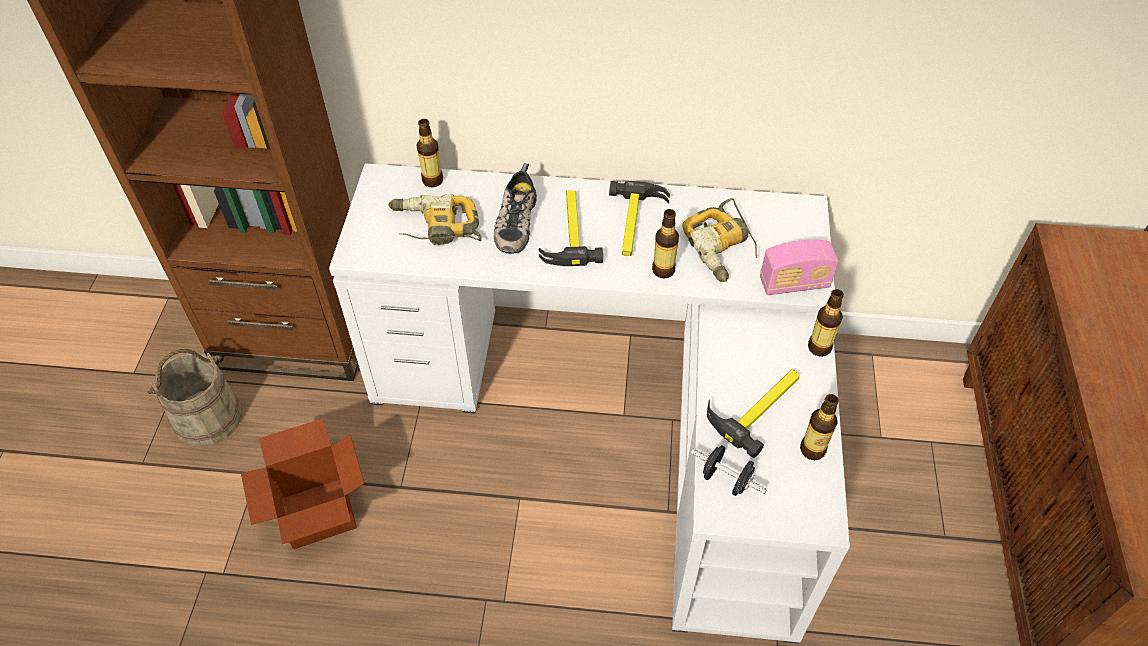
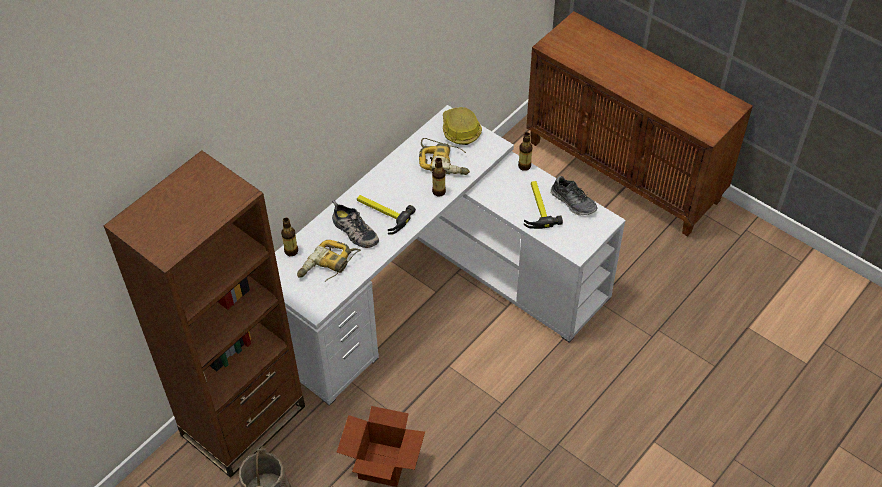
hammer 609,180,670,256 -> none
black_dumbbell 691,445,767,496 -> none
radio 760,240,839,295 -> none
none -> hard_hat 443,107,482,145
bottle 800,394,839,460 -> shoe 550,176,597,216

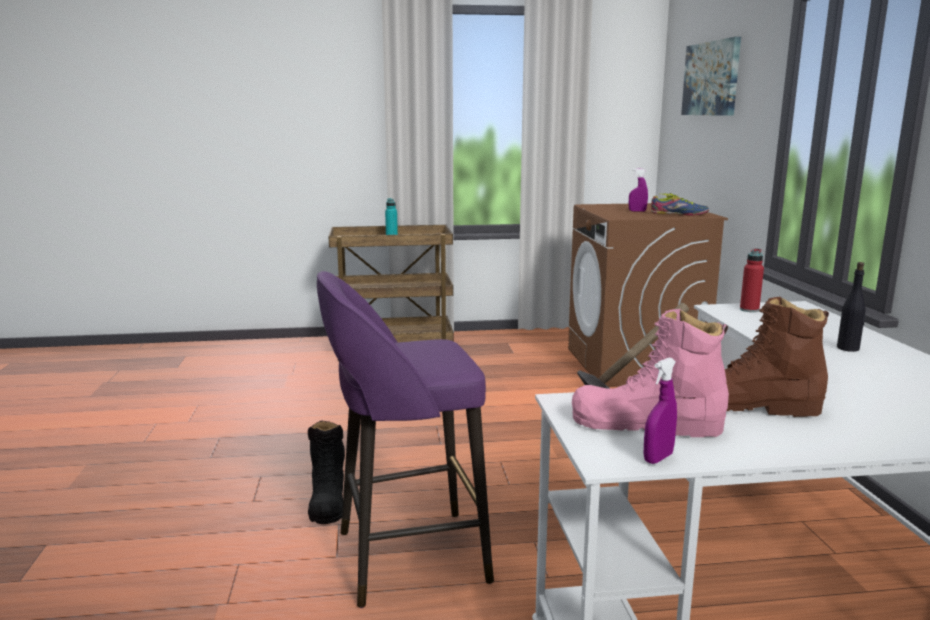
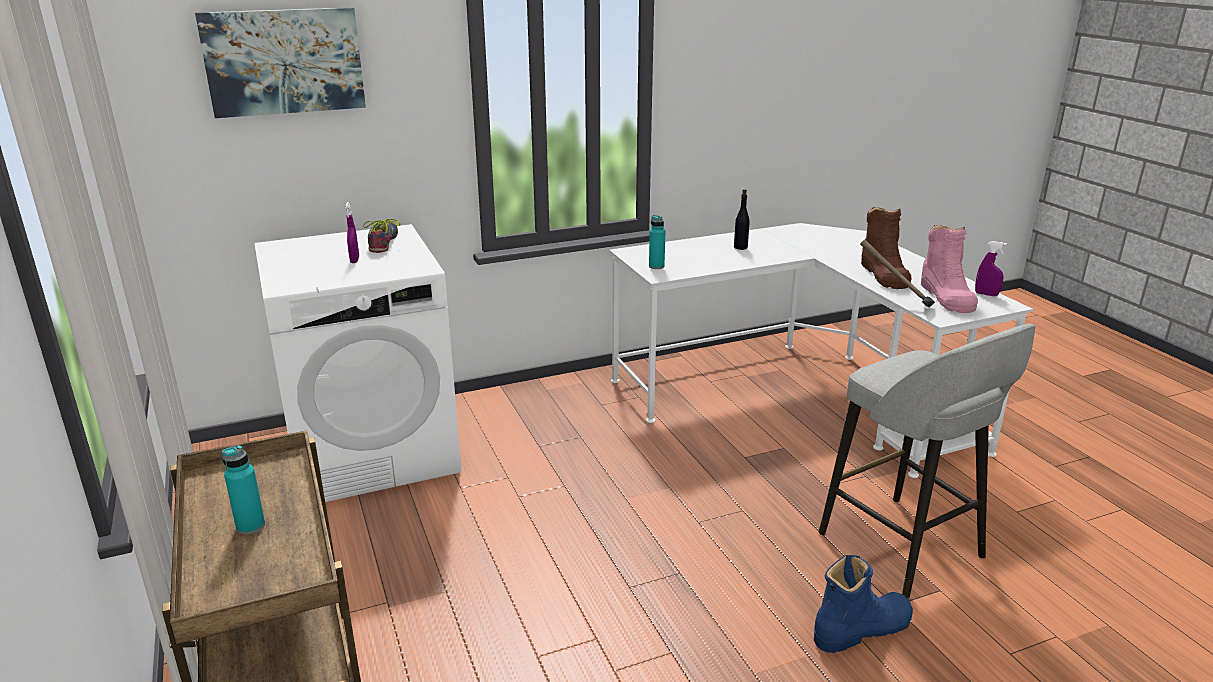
black_boot 308,421,345,524 -> blue_boot 814,555,913,653
purple_stool 317,271,494,608 -> grey_stool 819,324,1036,598
brown_washing_machine 568,203,728,387 -> white_washing_machine 254,224,462,502
red_bottle 740,248,764,312 -> turquoise_bottle 649,215,666,269

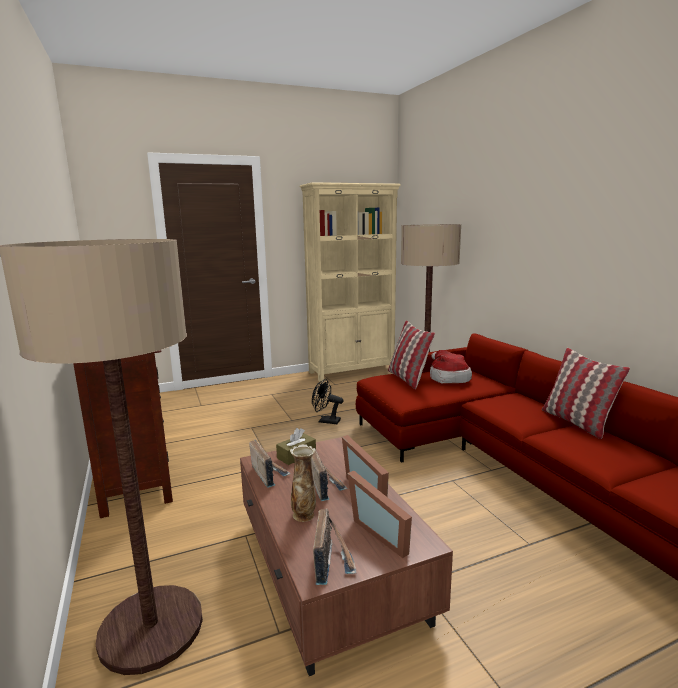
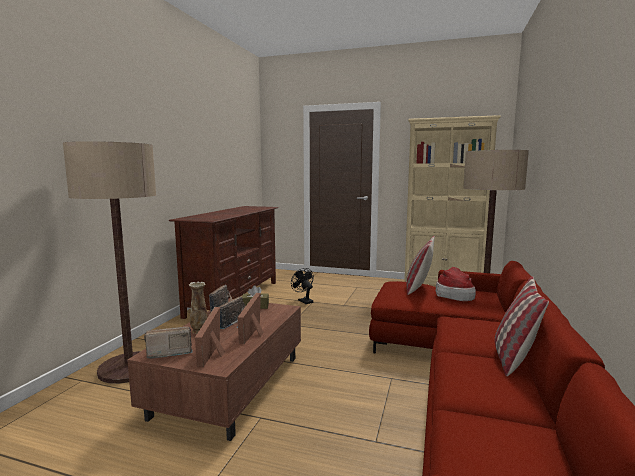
black_fan 312,379,343,424 -> black_fan 291,268,314,304, relocated
radio 313,508,356,585 -> radio 144,327,193,358, 150 degrees counterclockwise

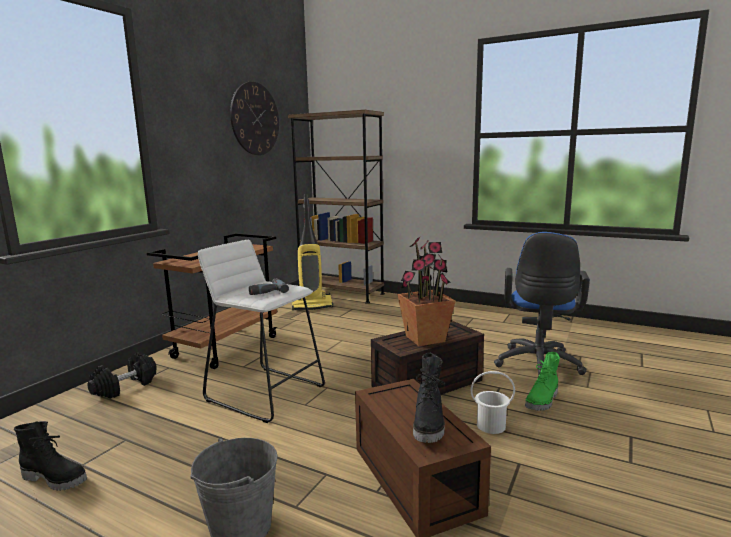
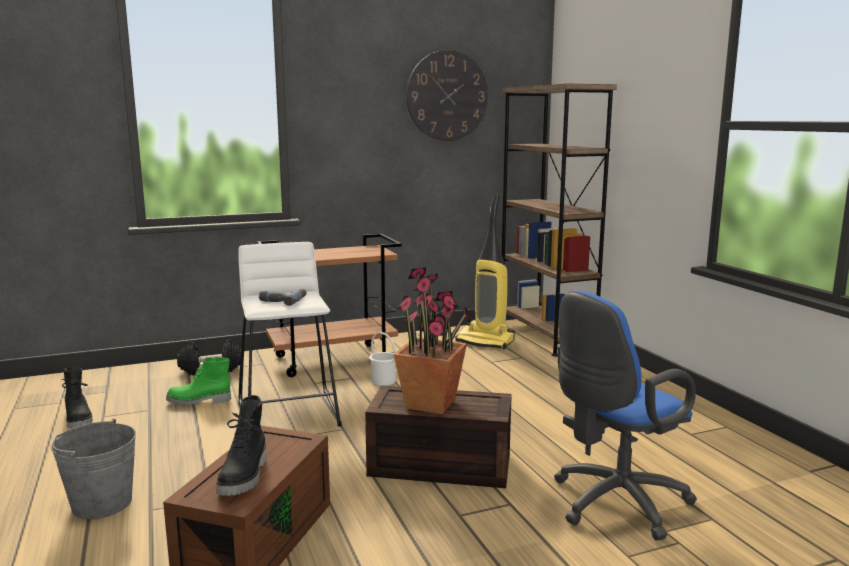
white_bucket 471,371,515,434 -> white_bucket 369,332,396,386, relocated
green_boot 525,352,560,411 -> green_boot 166,357,231,406, relocated
black_boot 413,353,445,443 -> black_boot 216,395,266,496, 45 degrees counterclockwise

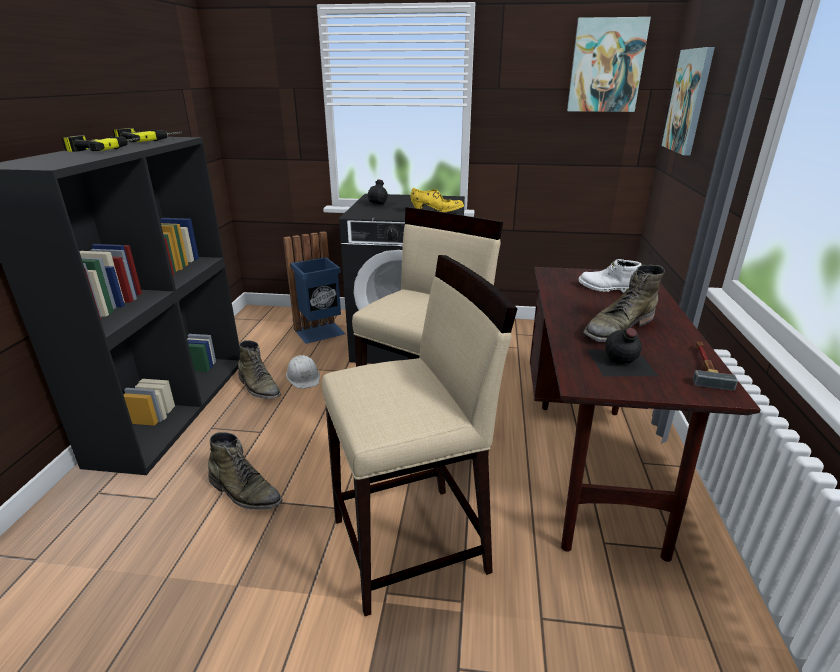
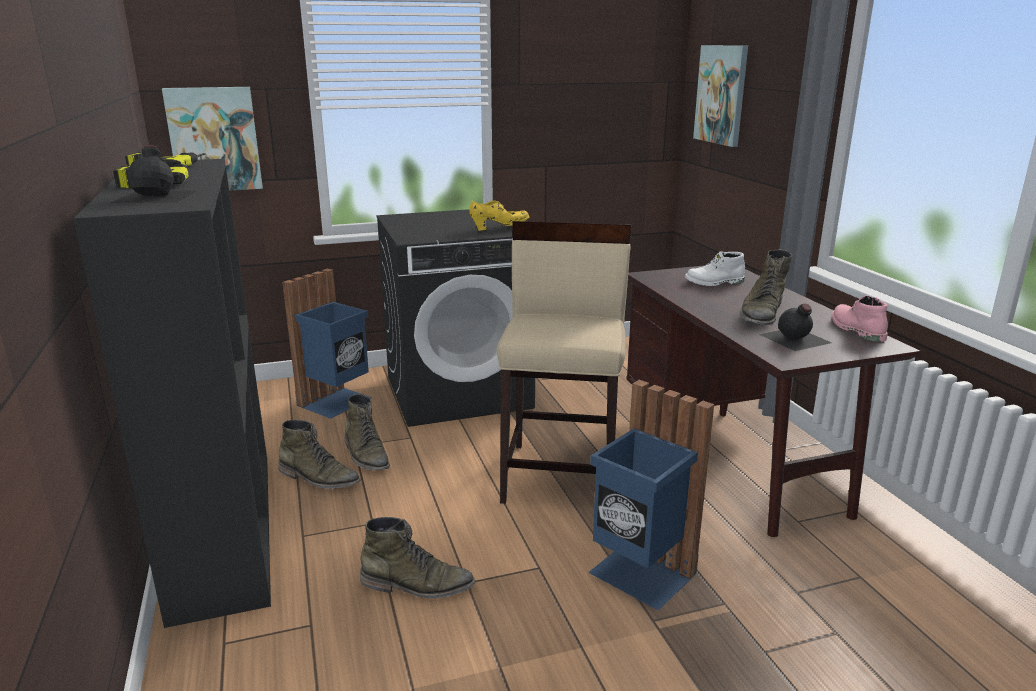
black_bottle 358,180,397,209 -> black_bottle 111,145,198,203, relocated
picture 567,17,651,112 -> picture 162,87,263,190, relocated
white_hard_hat 286,355,320,389 -> green_boot 344,394,390,470
beige_stool 322,255,517,616 -> blue_trash_can 588,380,714,610
hammer 693,342,738,391 -> pink_boot 832,295,888,342

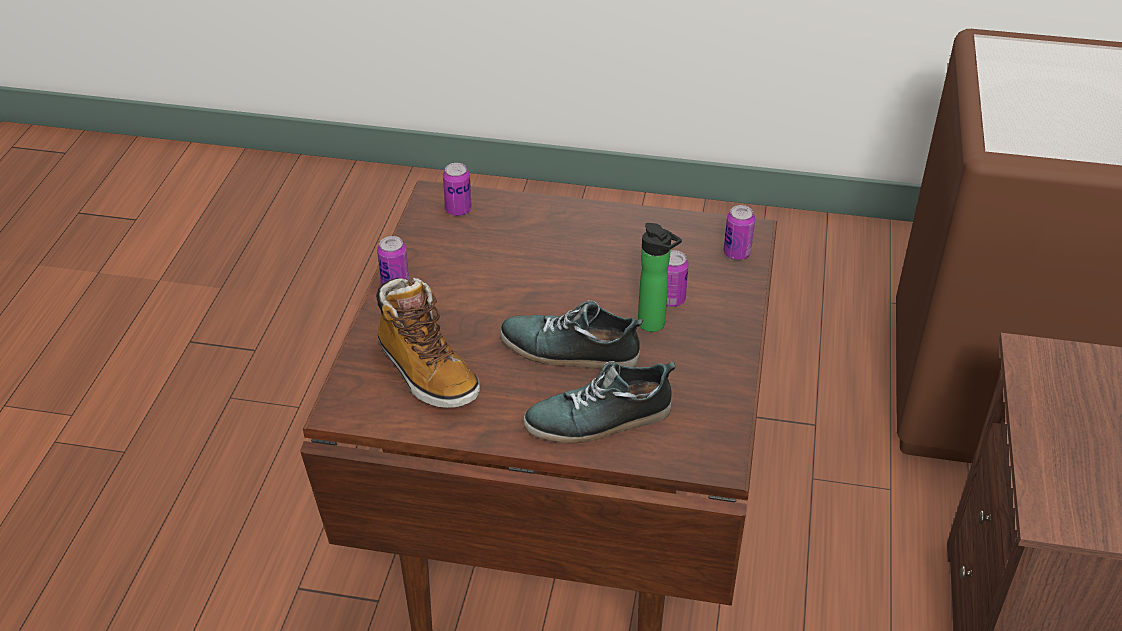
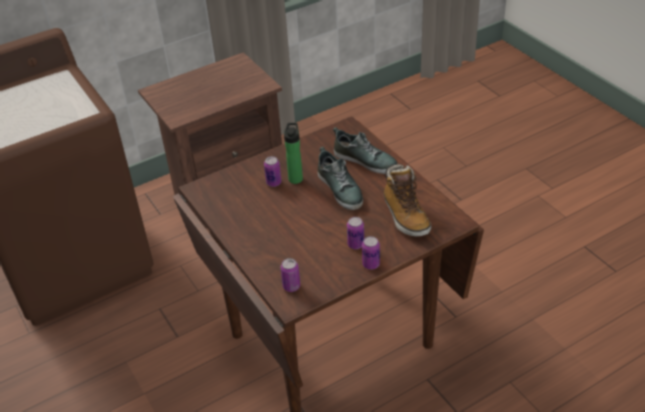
can 723,205,755,260 -> can 347,217,364,249, relocated
boot 376,277,480,408 -> boot 384,164,431,236, 150 degrees clockwise

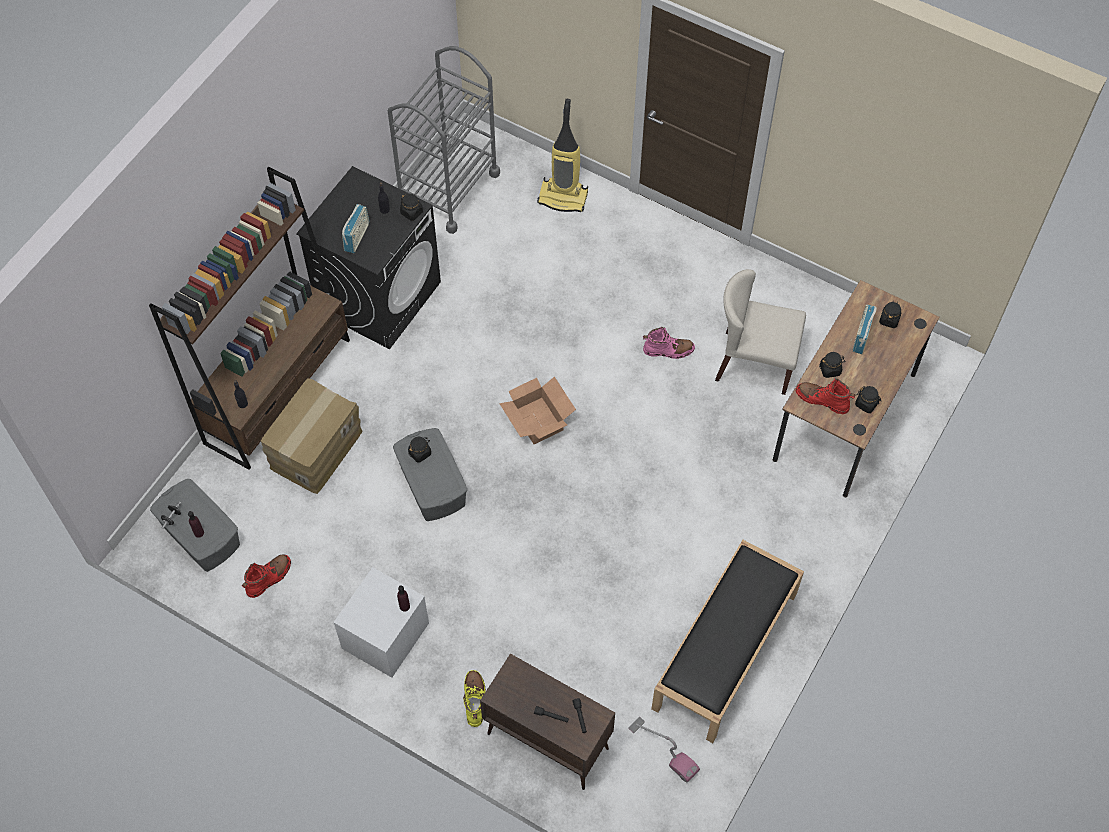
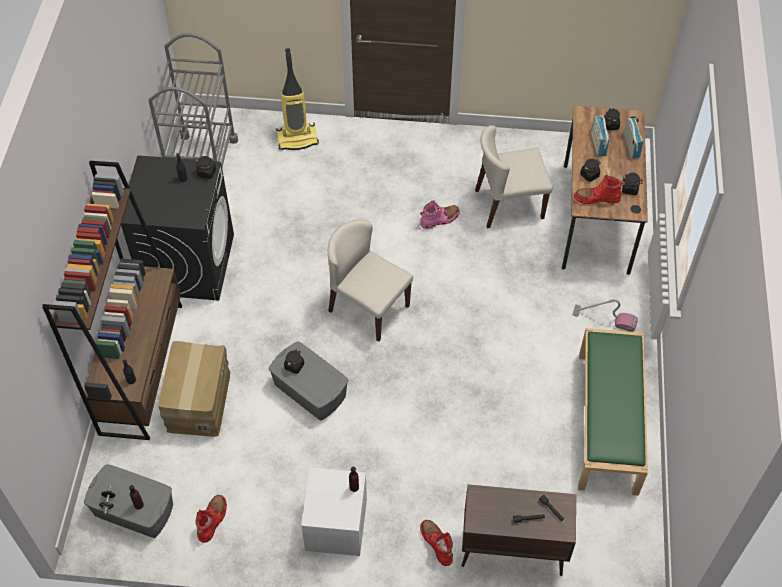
radio 342,204,369,254 -> radio 624,118,644,159, relocated
vacuum_cleaner 628,717,700,782 -> vacuum_cleaner 572,299,638,332, relocated
cardboard_box 499,377,576,444 -> beige_chair 328,220,413,342
yellow_boot 463,670,486,727 -> red_boot 420,520,454,566
black_bench 651,540,804,743 -> green_bench 578,328,648,496

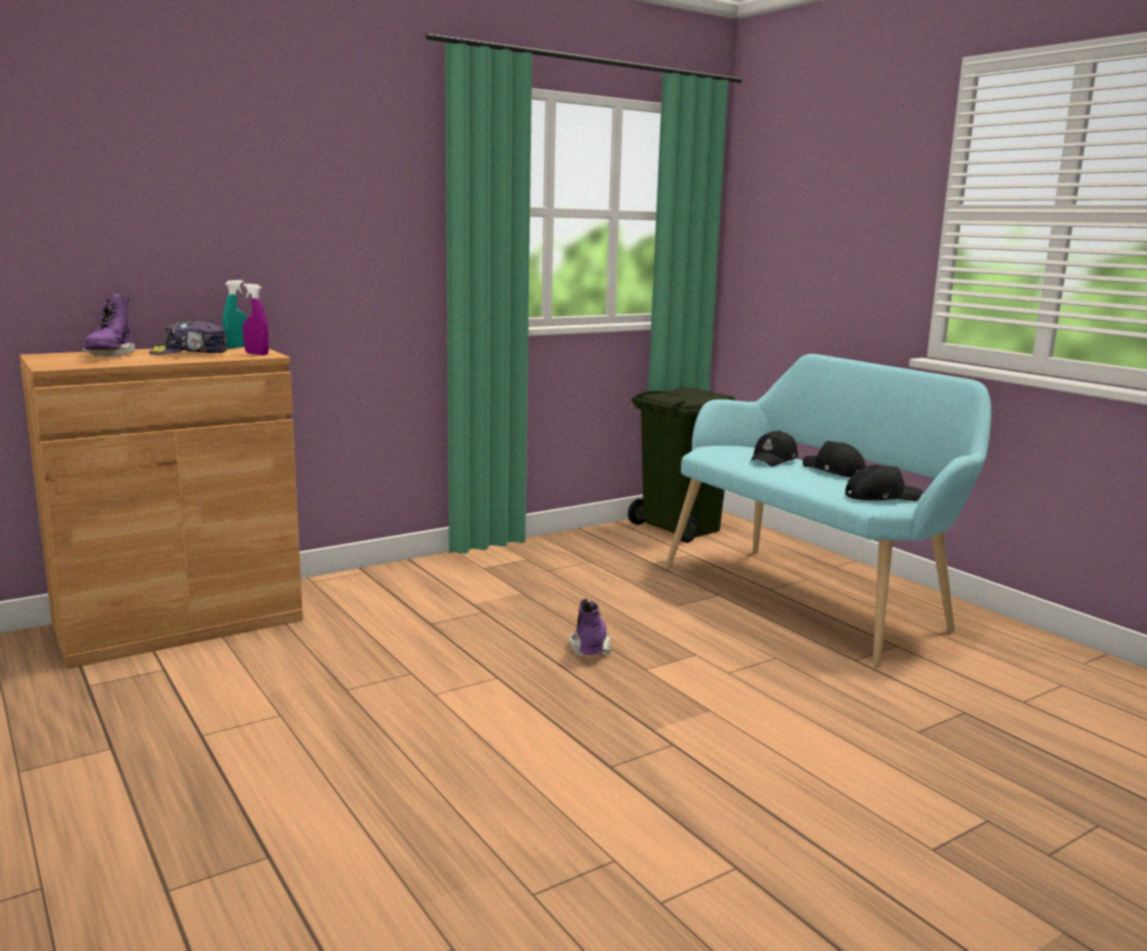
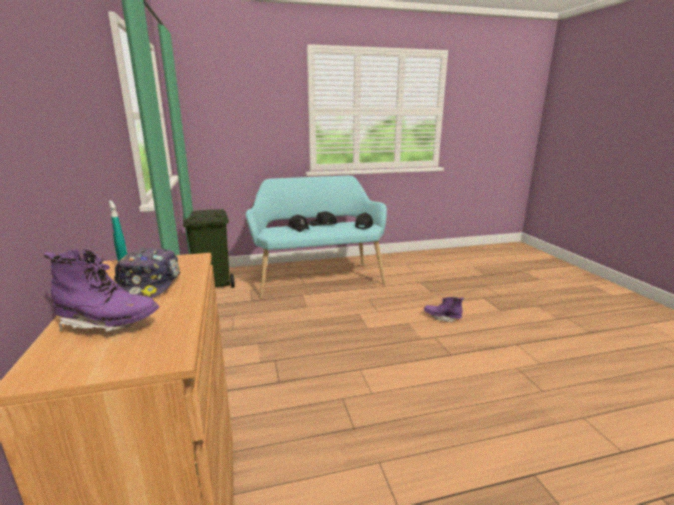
purple_spray_bottle 243,283,269,355 -> none
purple_boot 569,599,611,656 -> purple_boot 424,297,464,323, relocated

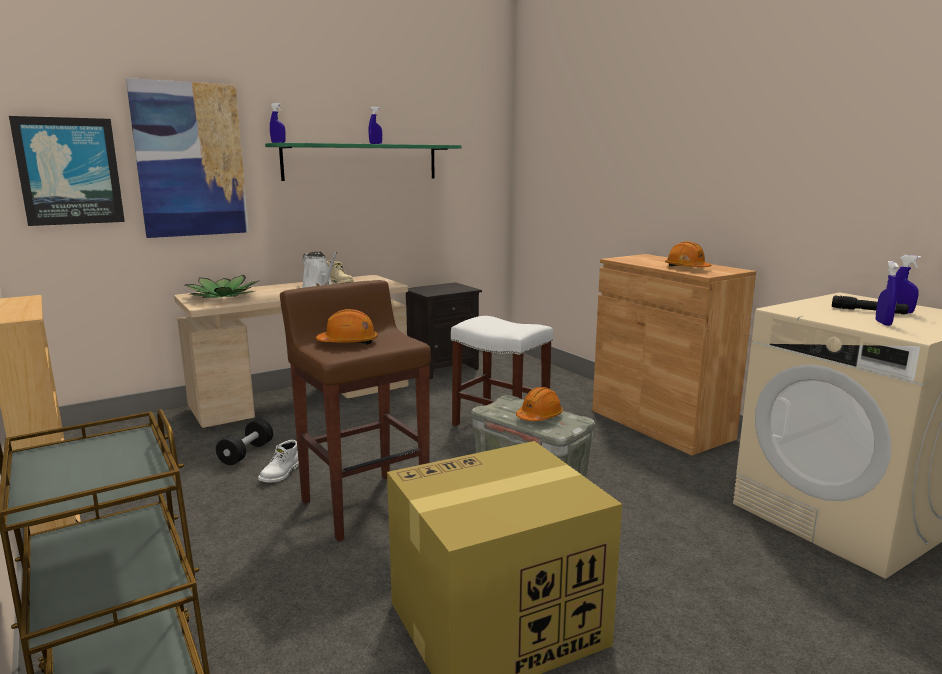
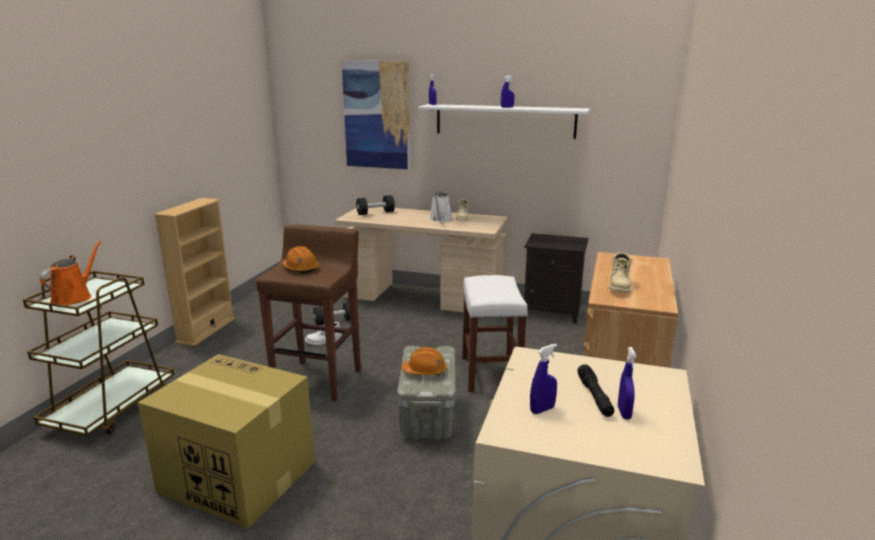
picture 9,116,125,226 -> none
none -> orange_watering_can 40,240,102,306
potted_plant 184,275,258,298 -> black_dumbbell 356,195,395,215
orange_hard_hat 665,241,712,267 -> beige_boot 609,252,632,293
green_shelf 265,143,461,181 -> white_shelf 418,104,590,139

